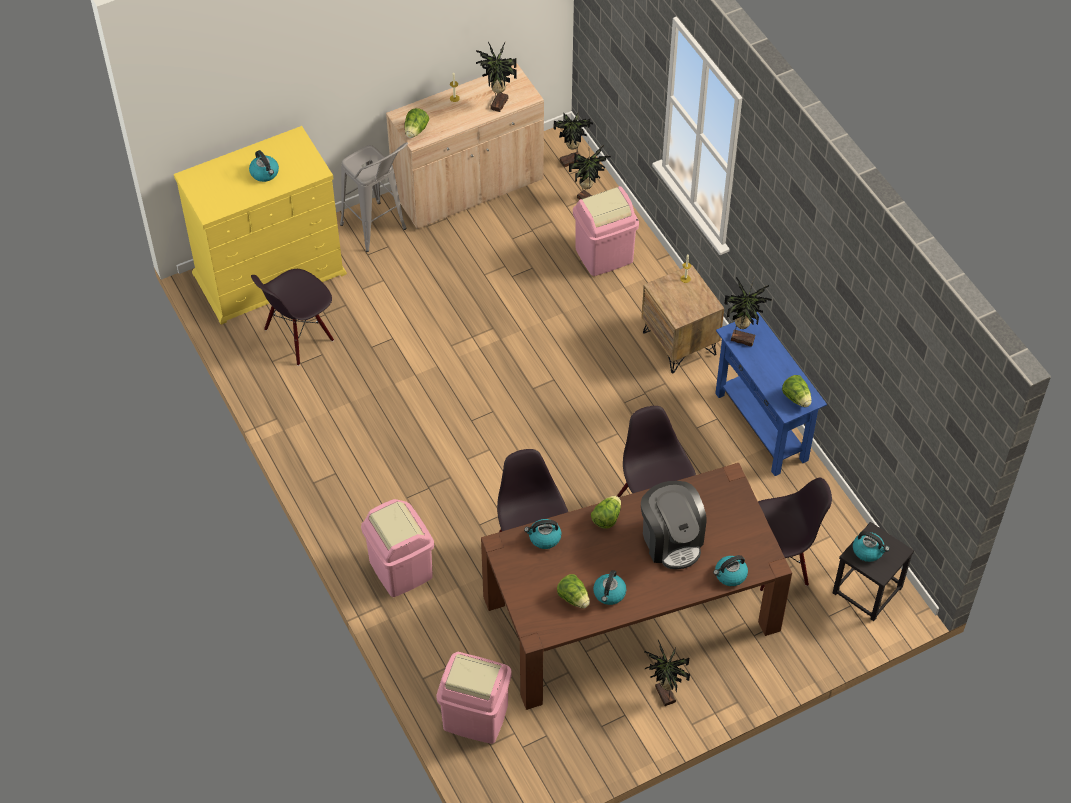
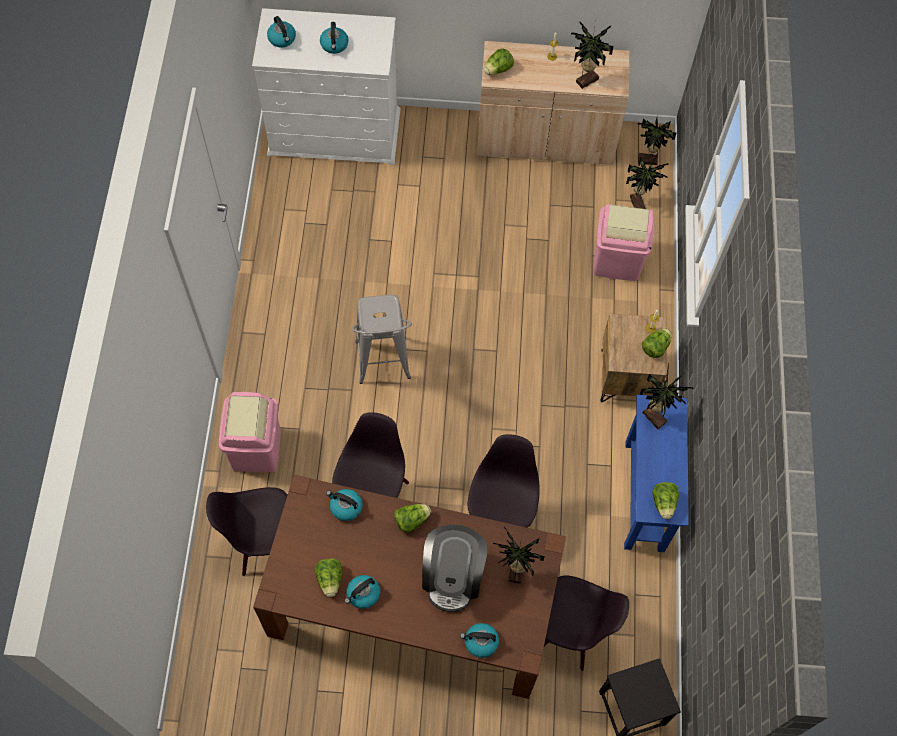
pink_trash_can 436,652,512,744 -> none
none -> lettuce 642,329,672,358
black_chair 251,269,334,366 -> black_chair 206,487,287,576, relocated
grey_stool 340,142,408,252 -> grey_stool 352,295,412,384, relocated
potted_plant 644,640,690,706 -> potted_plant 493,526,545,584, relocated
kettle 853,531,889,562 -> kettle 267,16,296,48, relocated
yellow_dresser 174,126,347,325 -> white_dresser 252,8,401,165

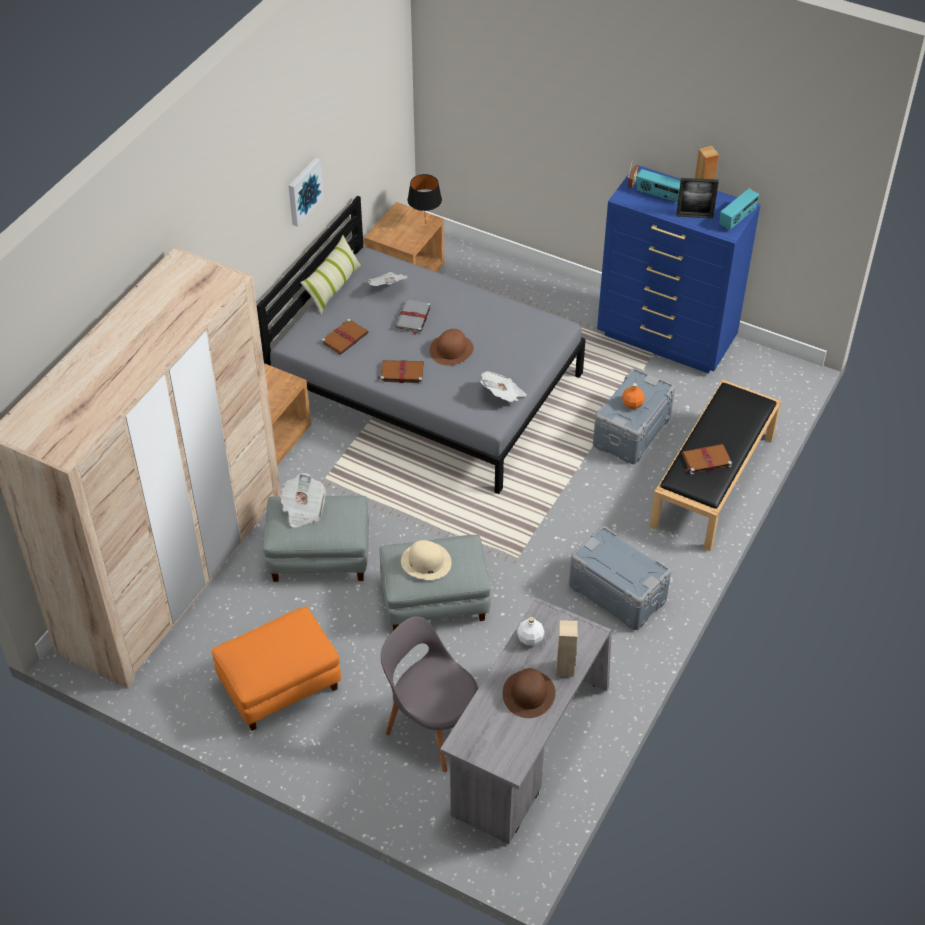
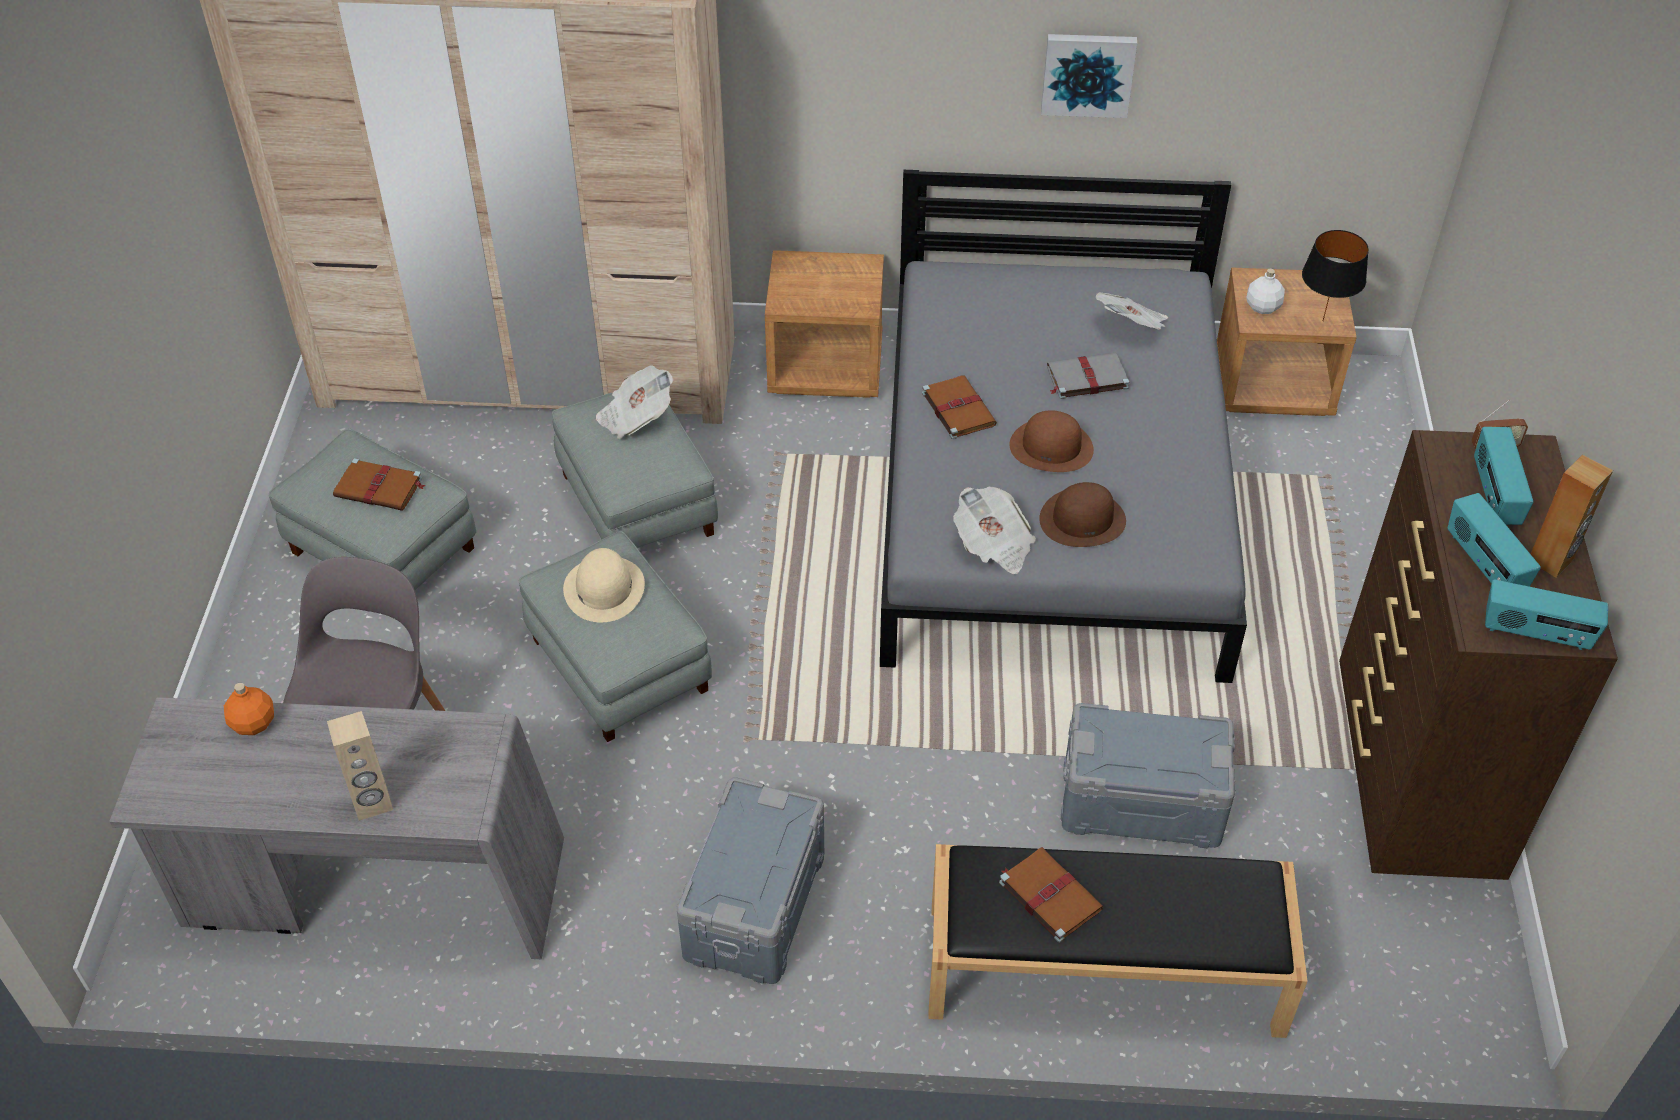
pillow 300,235,362,314 -> none
brown_book 321,319,368,355 -> brown_book 333,458,426,511, relocated
brown_hat 502,668,556,718 -> brown_hat 1039,482,1126,547, relocated
white_bottle 517,617,545,646 -> white_bottle 1246,269,1285,314, relocated
orange_bottle 622,383,645,409 -> orange_bottle 224,683,274,735, relocated
picture_frame 676,178,719,218 -> radio 1448,493,1541,587
orange_ottoman 211,607,341,731 -> grey_ottoman 269,428,476,590
blue_dresser 597,166,760,373 -> brown_dresser 1339,430,1618,880

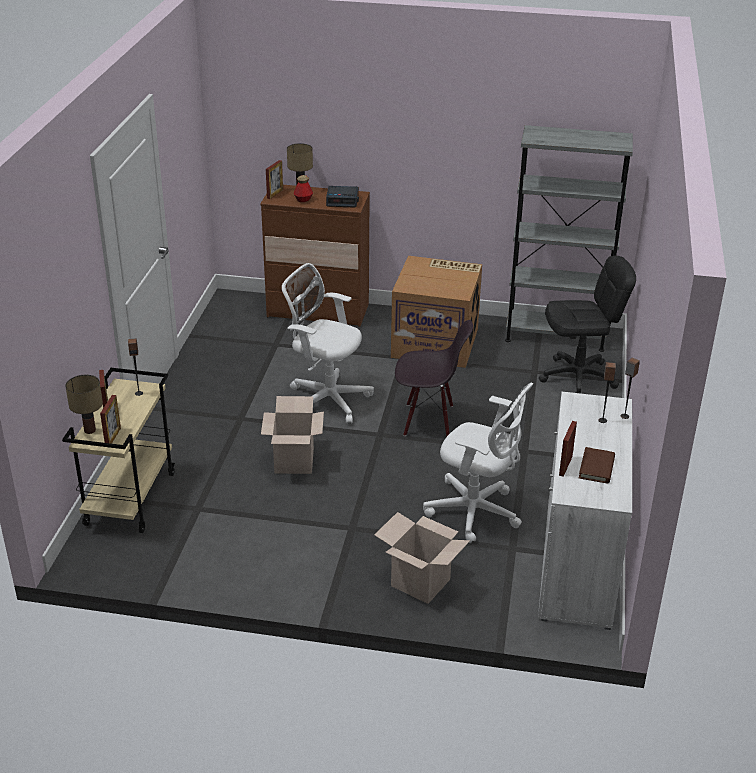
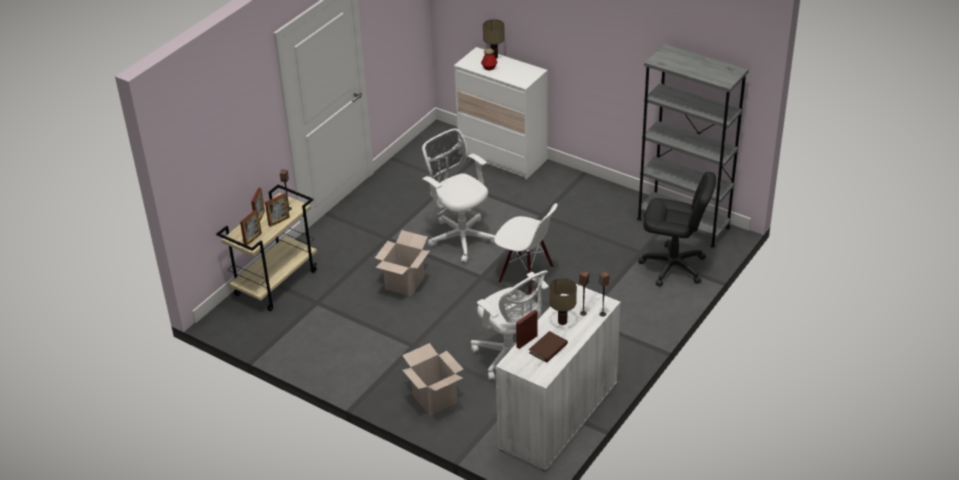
alarm_clock 326,186,359,207 -> none
cardboard_box 391,256,482,368 -> none
table_lamp 65,375,103,434 -> table_lamp 549,278,577,325, relocated
picture_frame 266,160,283,199 -> picture_frame 265,193,290,227, relocated
brown_dresser 260,185,370,327 -> white_dresser 454,47,548,179
black_chair 395,320,473,437 -> white_chair 494,203,558,295

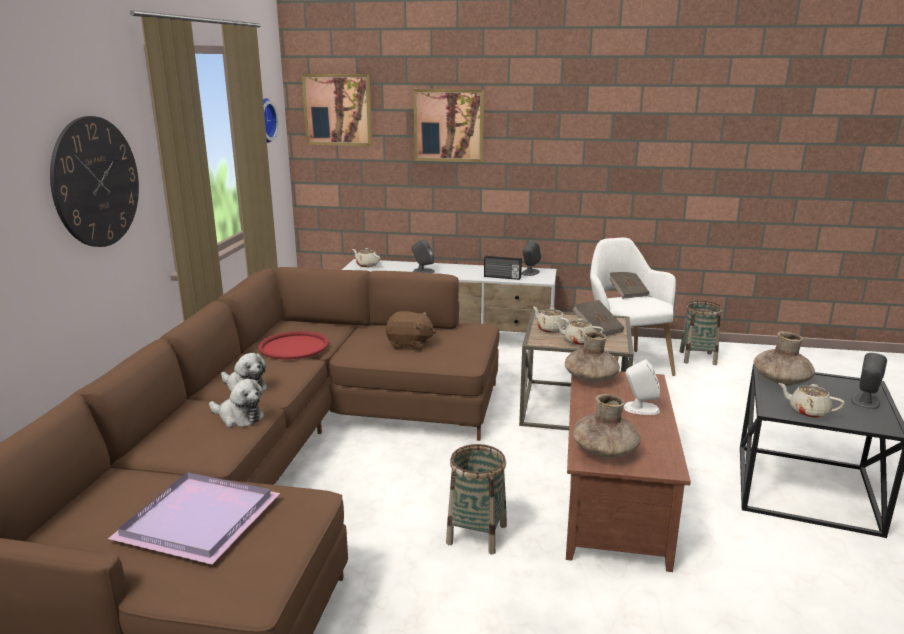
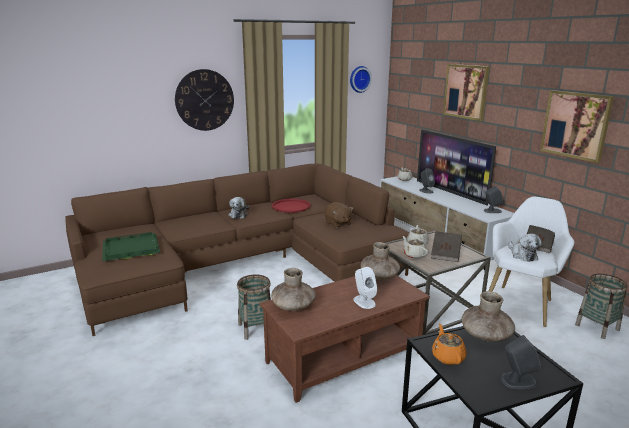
radio 484,255,522,280 -> none
none -> television 417,129,496,206
plush_toy 209,379,265,427 -> plush_toy 508,234,542,262, relocated
picture 302,74,372,146 -> picture 540,90,614,163, relocated
purple_tray 108,472,280,564 -> green_tray 102,232,160,261
beige_teapot 778,383,845,418 -> orange_teapot 432,324,467,365

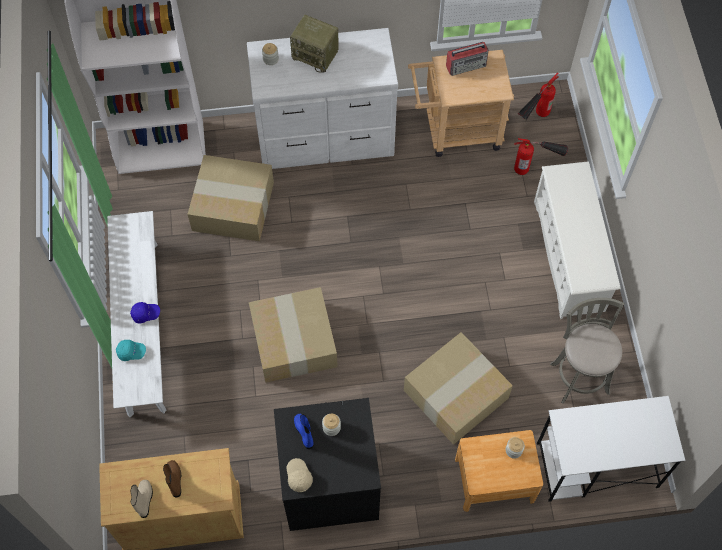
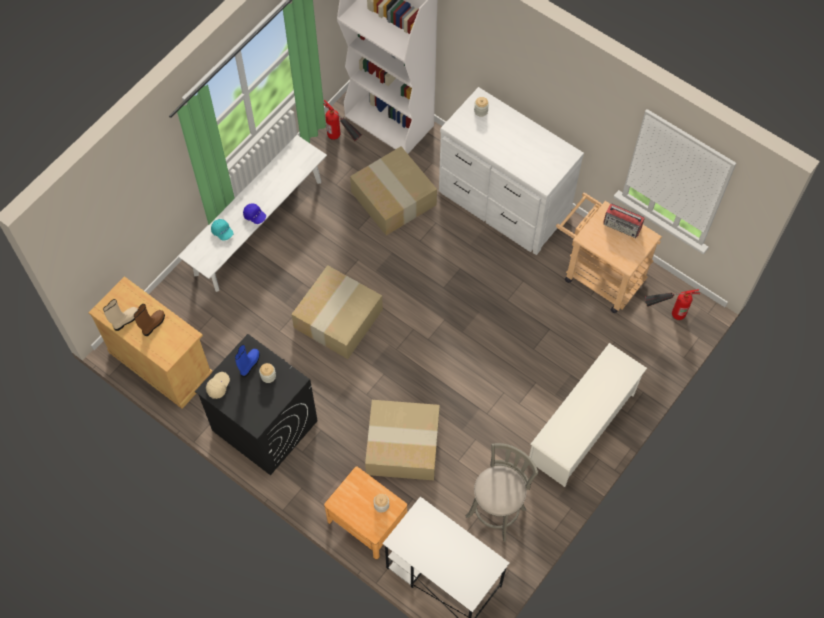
radio 290,15,339,73 -> none
fire_extinguisher 514,138,568,175 -> fire_extinguisher 323,100,362,142, relocated

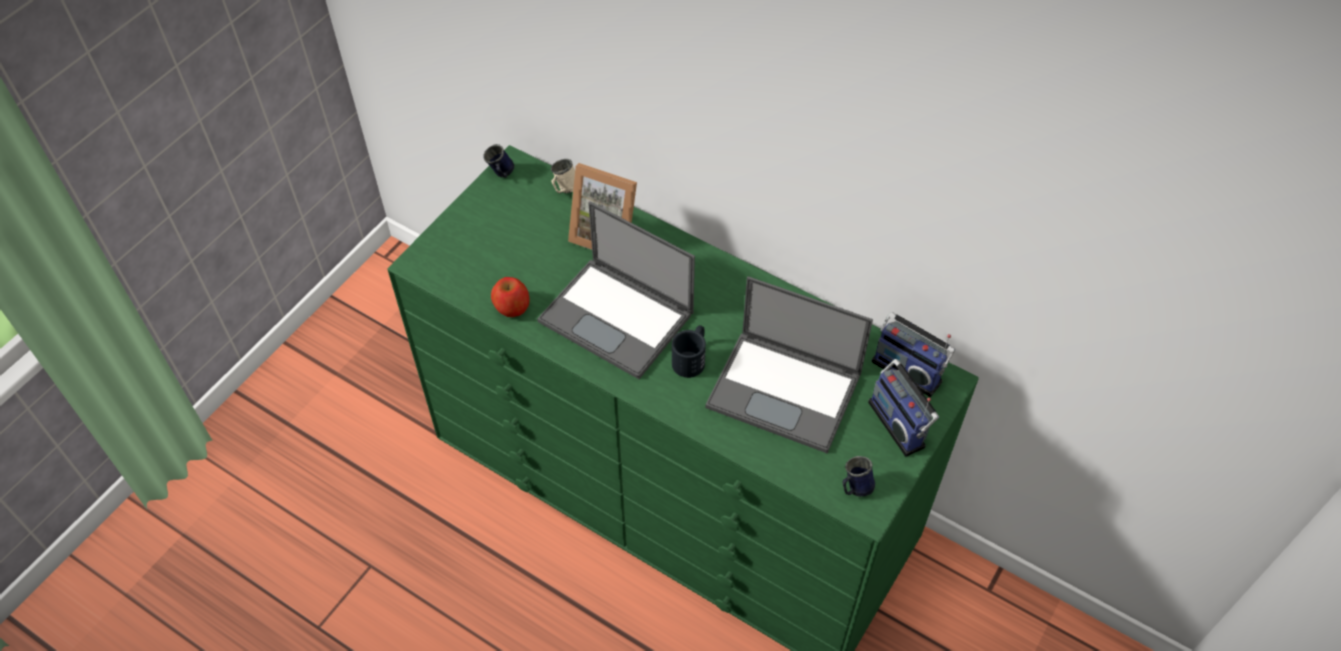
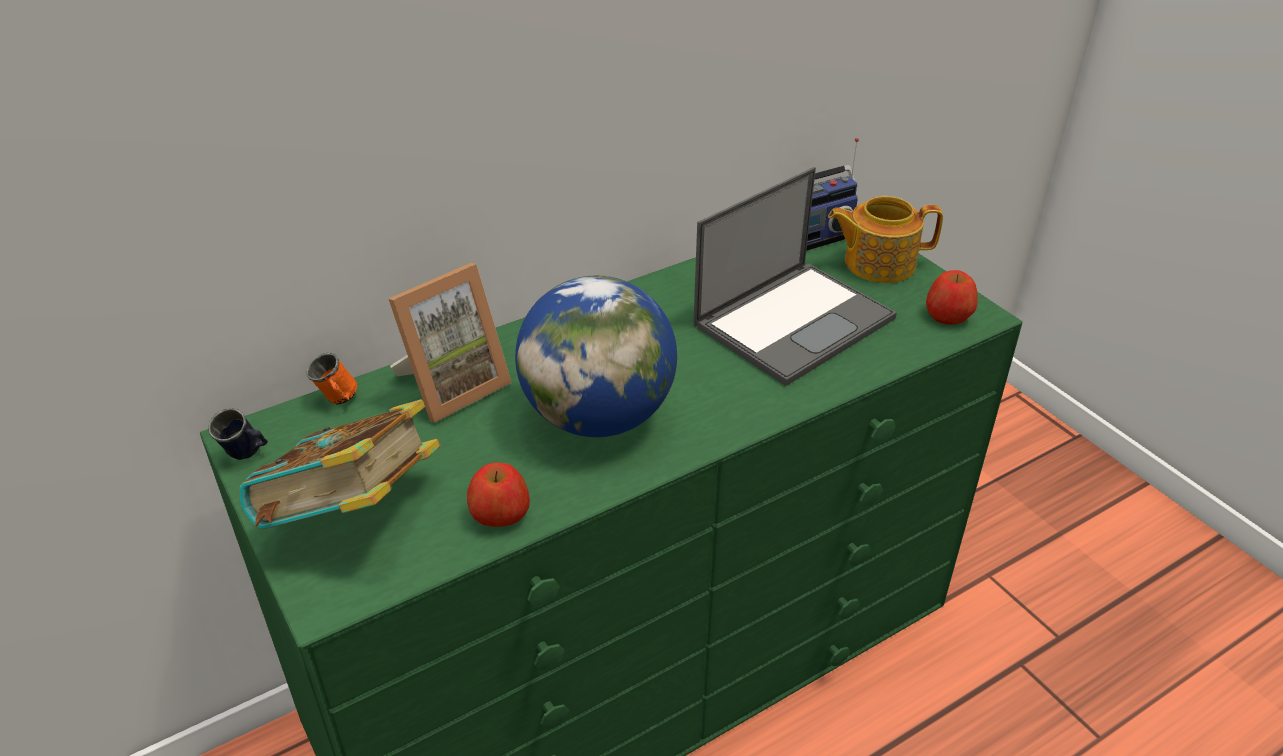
black_mug 672,325,706,378 -> none
none -> book 239,399,440,529
laptop 537,201,695,379 -> globe 515,276,677,437
blue_mug 842,456,875,497 -> apple 926,270,978,325
radio 868,359,939,457 -> teapot 828,196,943,283
beige_mug 551,159,575,193 -> orange_mug 306,353,357,405

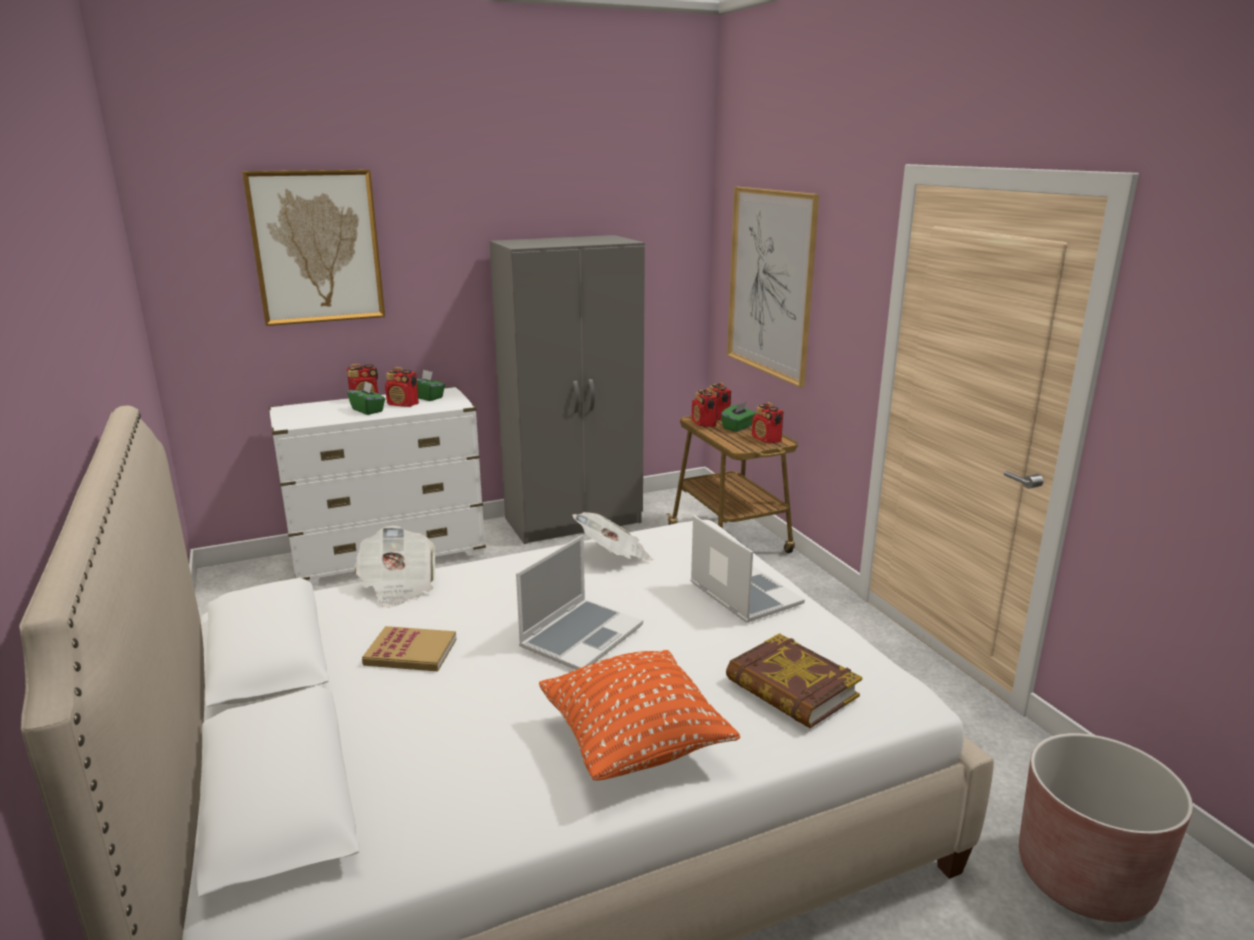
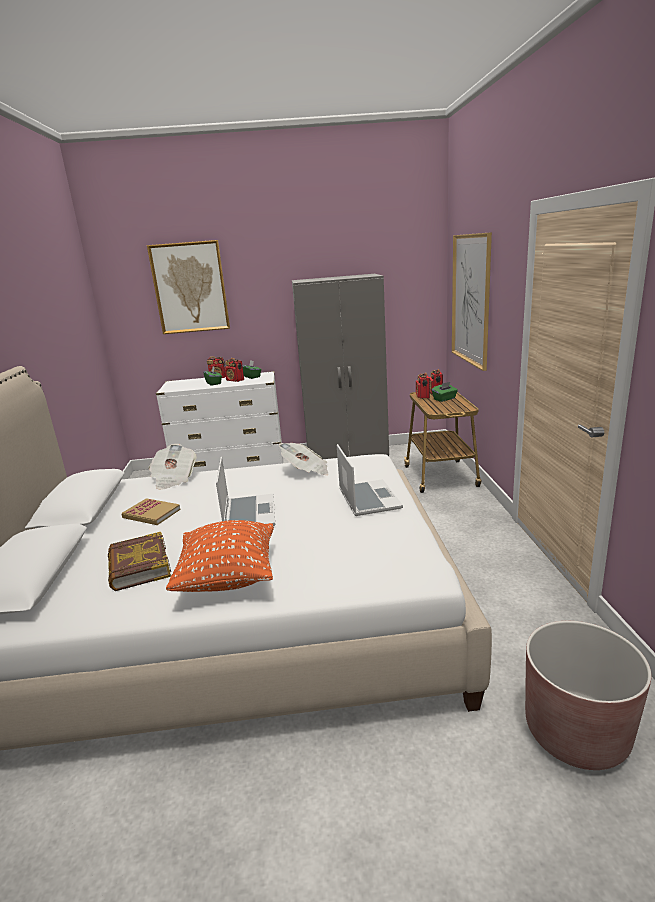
radio 752,402,783,444 -> none
book 726,633,862,728 -> book 108,532,171,591, relocated
laptop 516,535,643,670 -> laptop 216,457,275,526, 60 degrees counterclockwise

